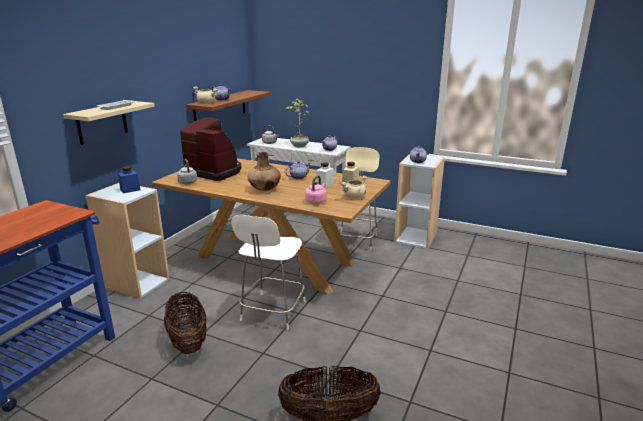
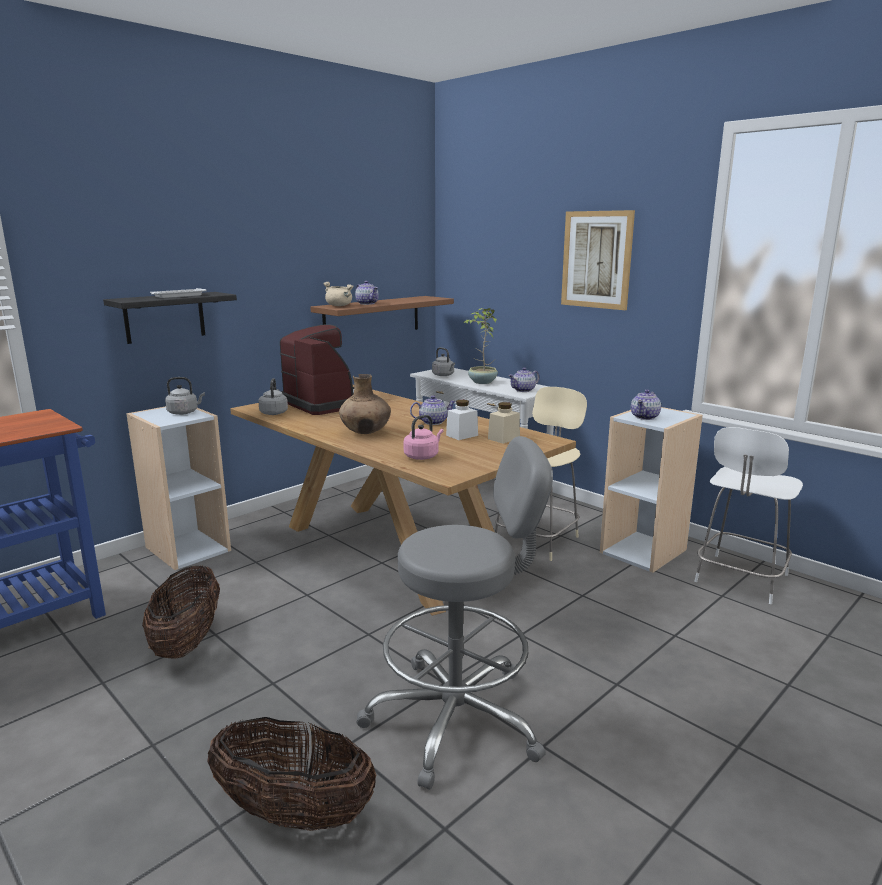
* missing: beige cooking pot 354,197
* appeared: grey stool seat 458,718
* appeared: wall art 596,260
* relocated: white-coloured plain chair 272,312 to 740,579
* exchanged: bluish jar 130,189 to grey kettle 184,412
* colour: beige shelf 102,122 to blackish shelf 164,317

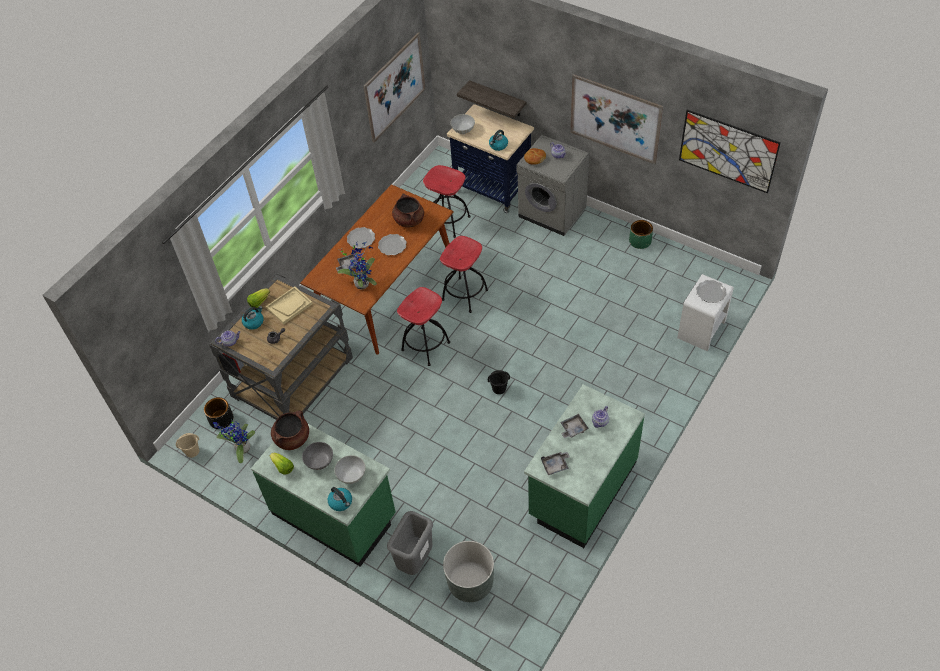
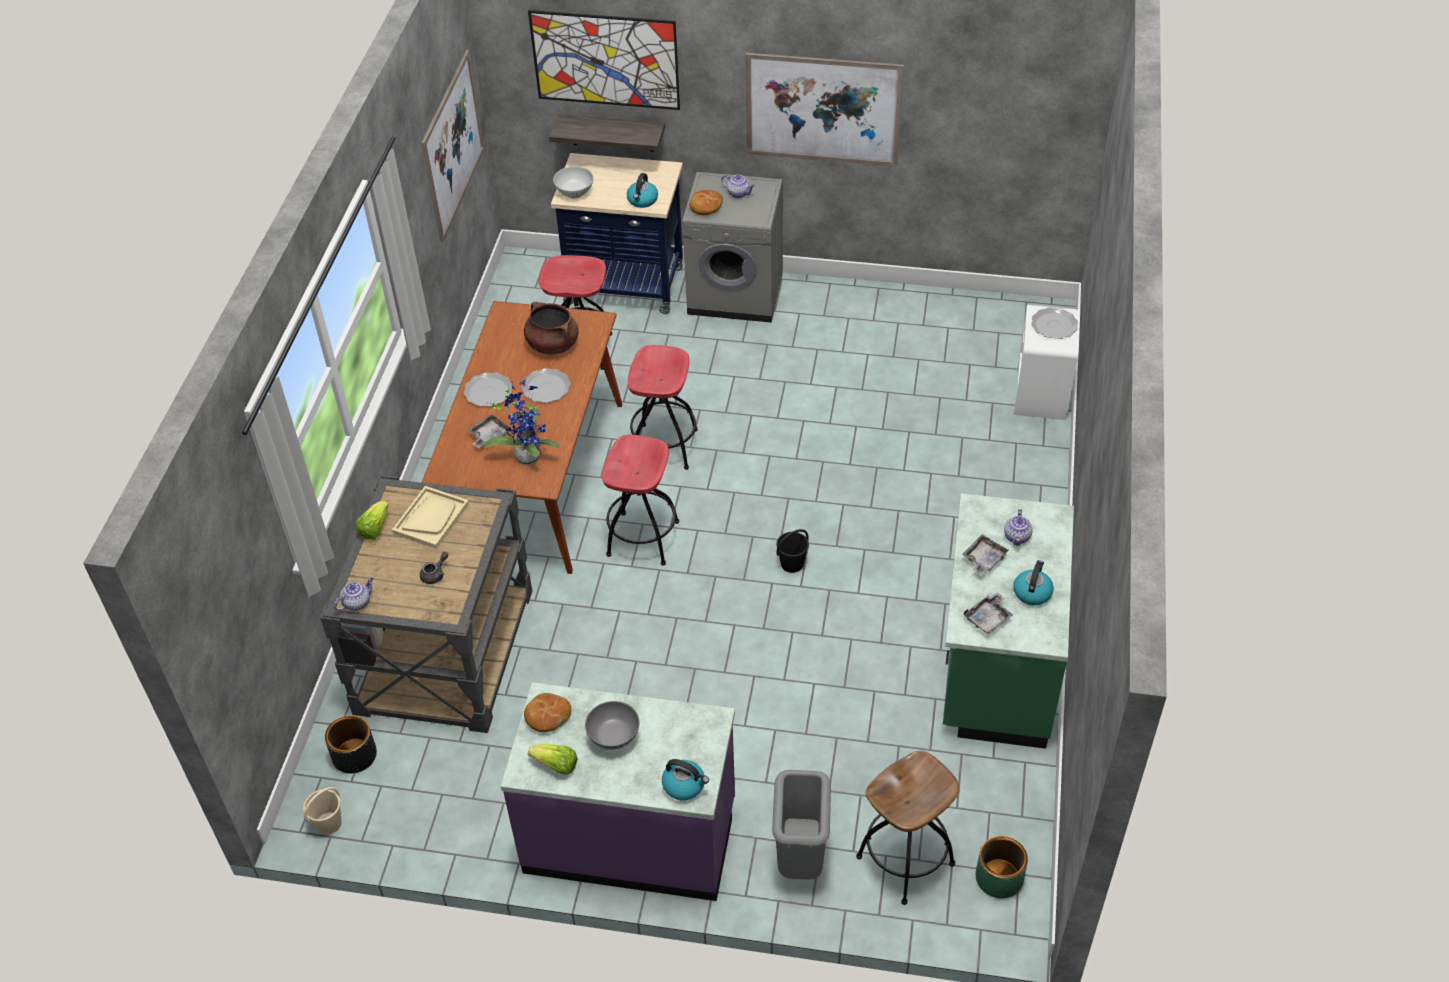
* missing: houseplant 241,449
* missing: white-coloured serving bowl 351,475
* relocated: kettle 254,322 to 1032,592
* relocated: green-coloured flower pot 640,241 to 999,878
* relocated: wall art 727,151 to 605,60
* exchanged: brownish cooking pot 292,438 to bakery bread 547,716
* exchanged: grey flower pot 470,583 to brownish stool seat 905,860
* colour: green-coloured kitchen counter 334,514 to purplish kitchen counter 630,836

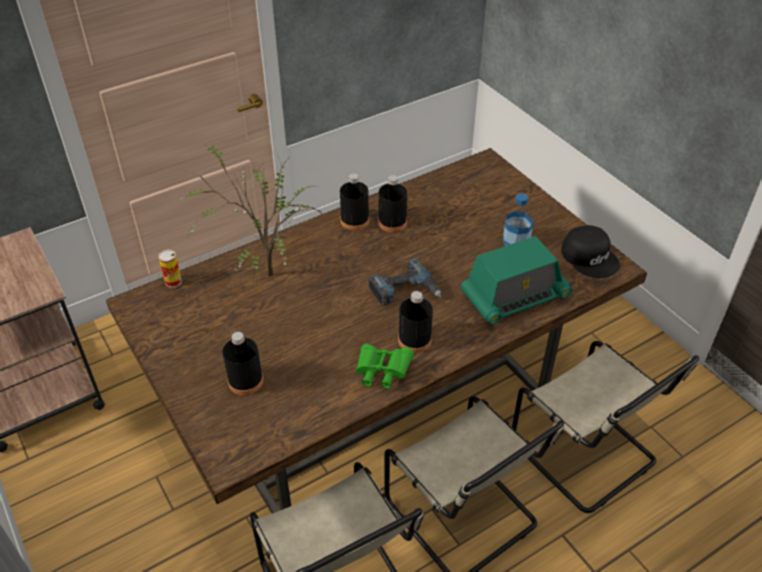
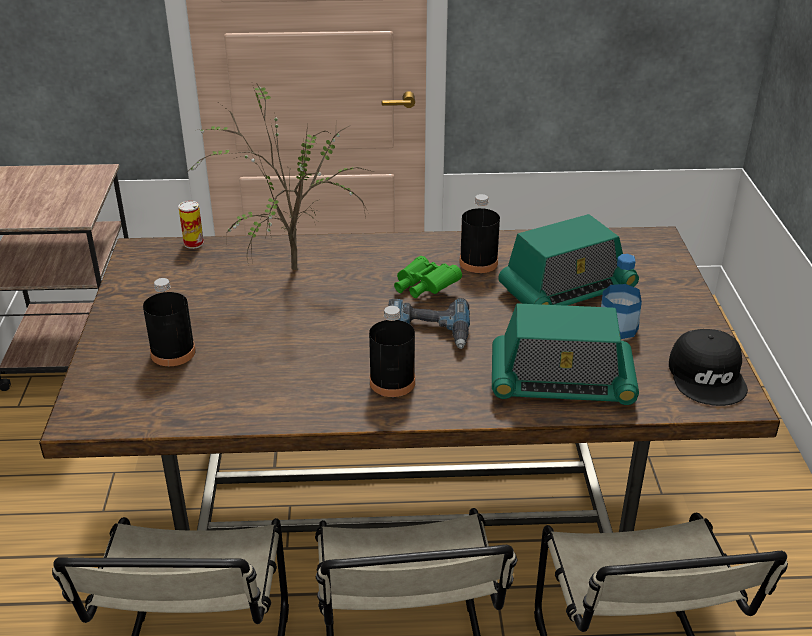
* missing: blackish bottle 354,221
* appeared: radio 566,290
* relocated: green-coloured binoculars 382,372 to 424,288

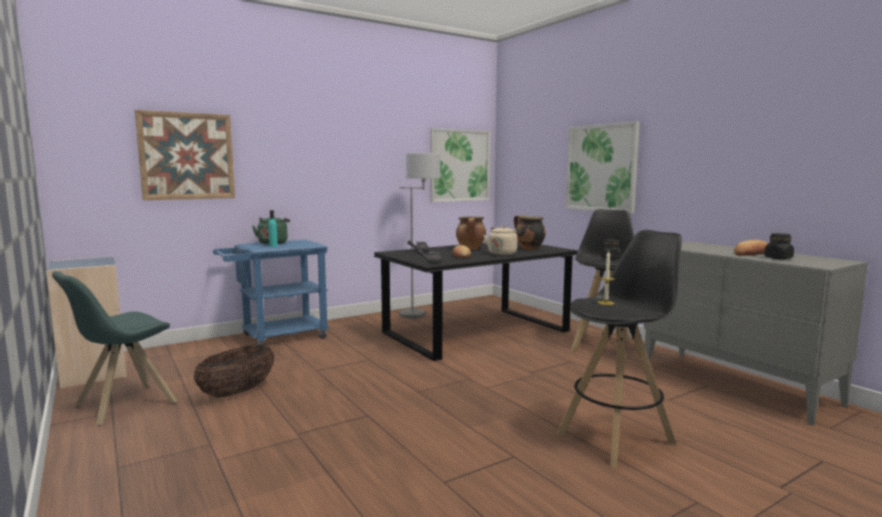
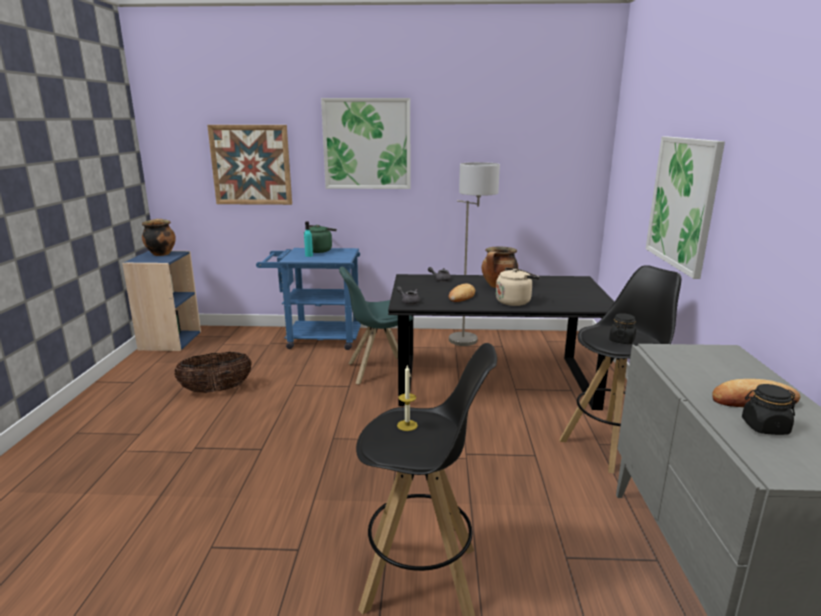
* relocated: blue-green plain chair 124,404 to 378,370
* relocated: wall art 459,165 to 367,144
* relocated: cooking pot 528,249 to 161,254

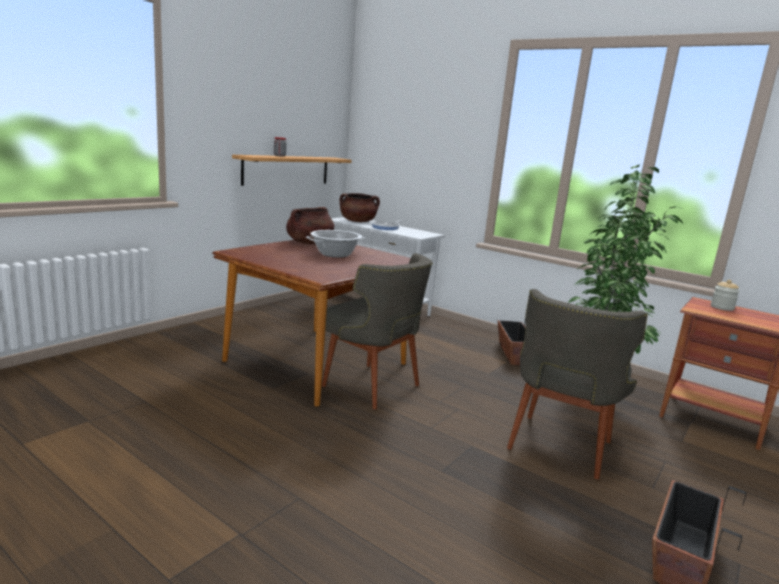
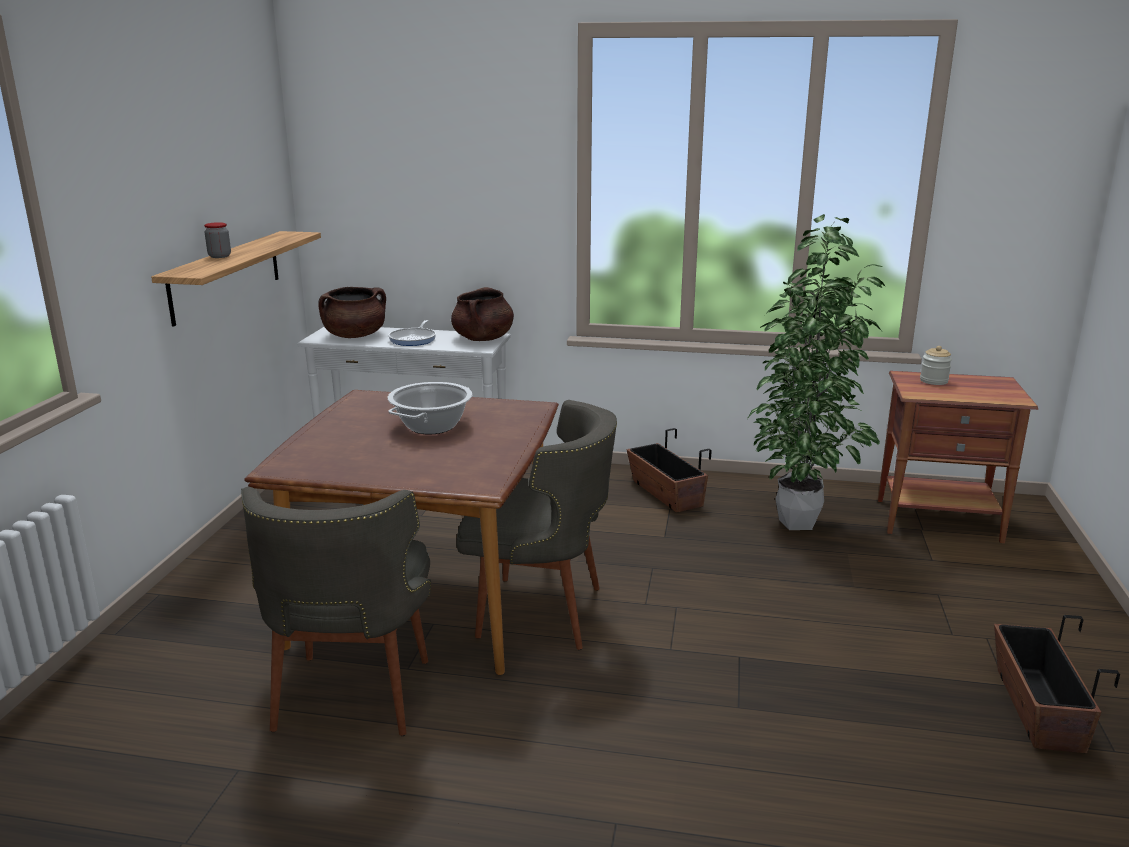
* relocated: brownish cooking pot 309,243 to 483,339
* relocated: grey plain chair 560,446 to 354,694

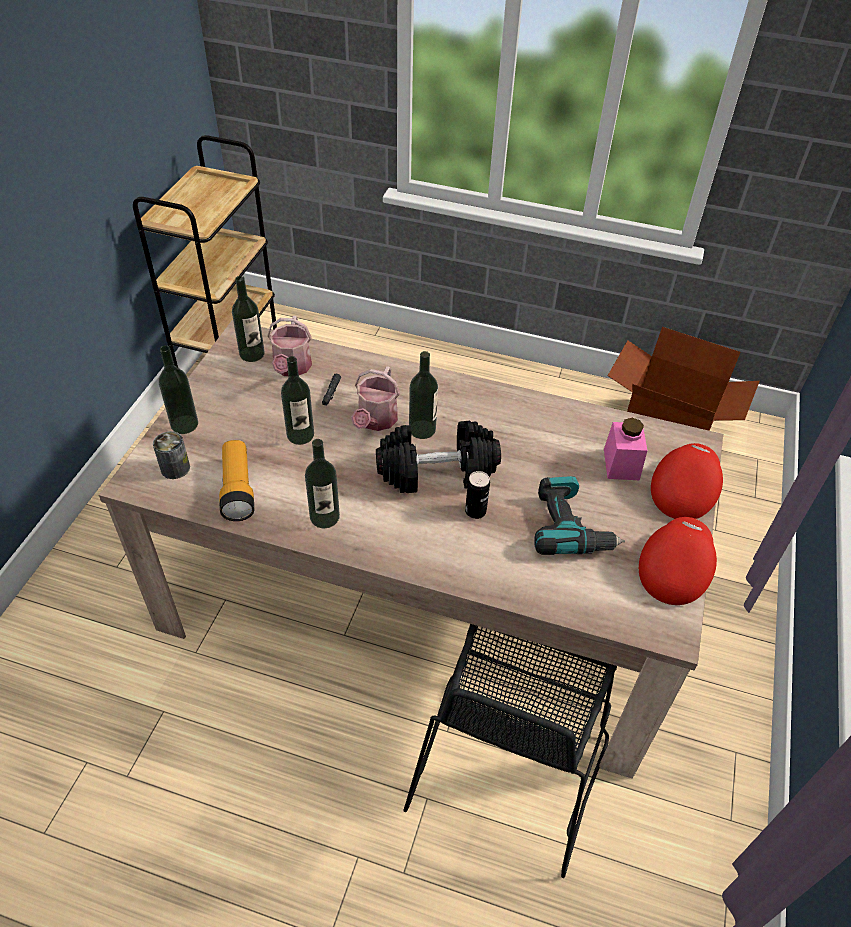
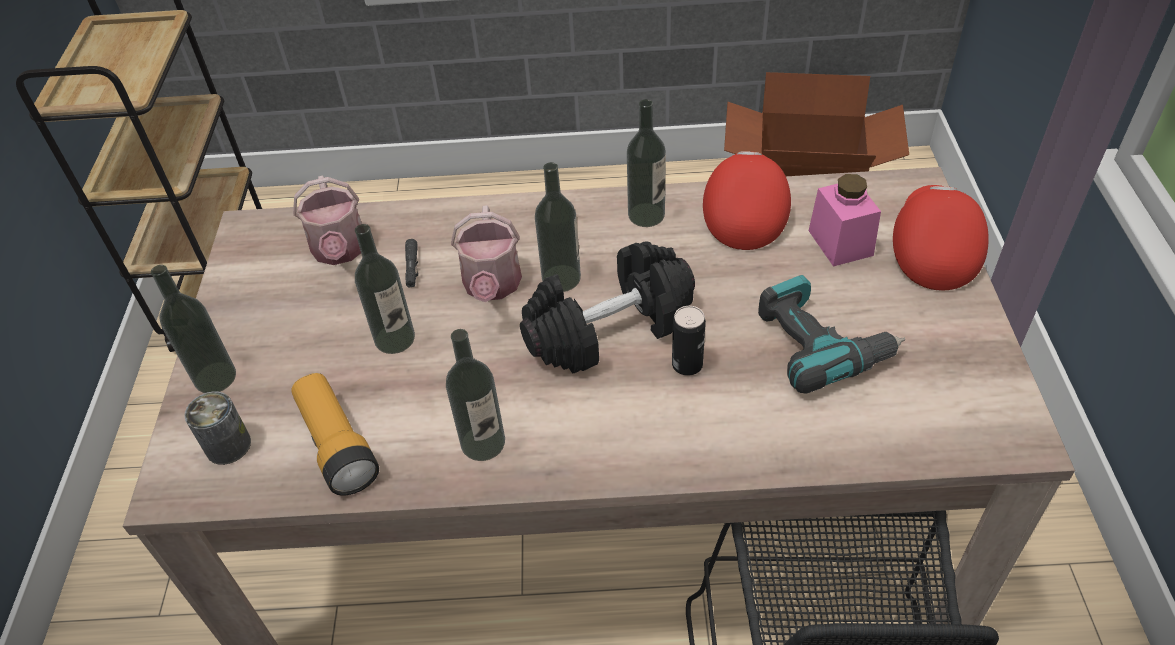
* relocated: bottle 252,354 to 646,215
* relocated: reddish peaked cap 673,568 to 743,213

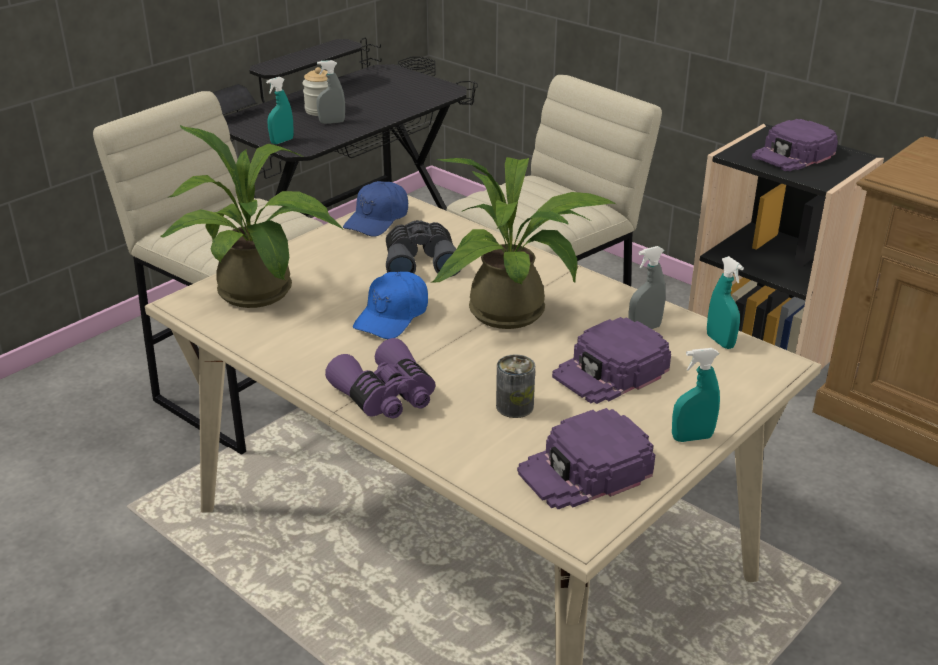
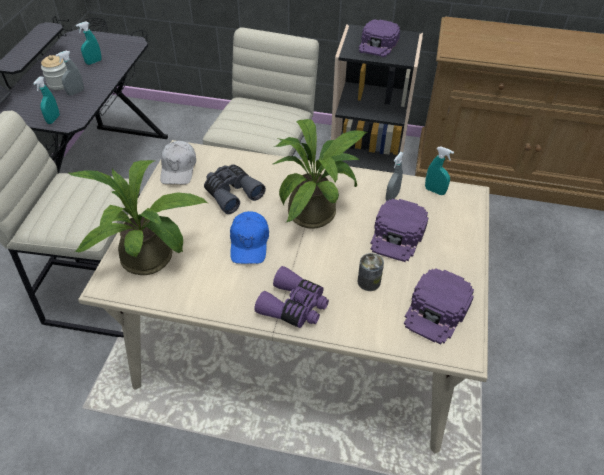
* relocated: blue-green hand sprayer 692,438 to 94,62
* colour: bluish peaked cap 378,220 to white-coloured peaked cap 179,169

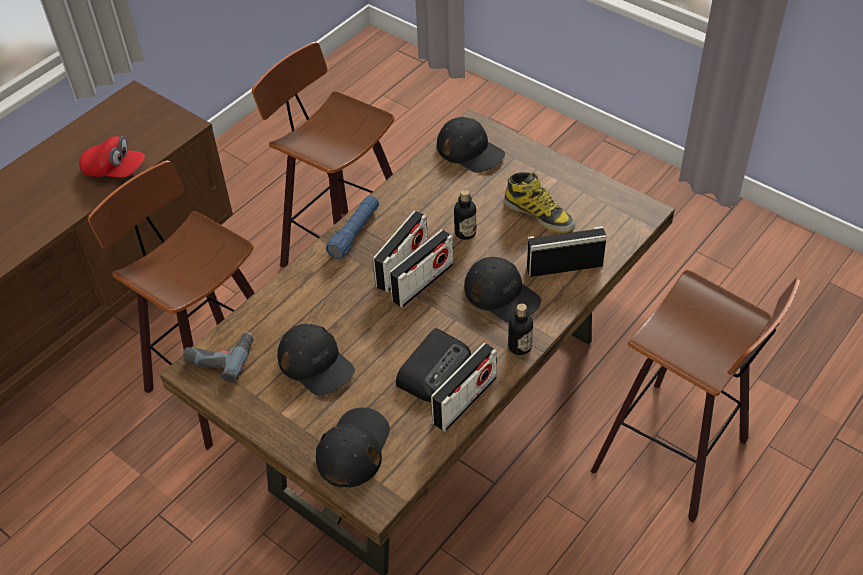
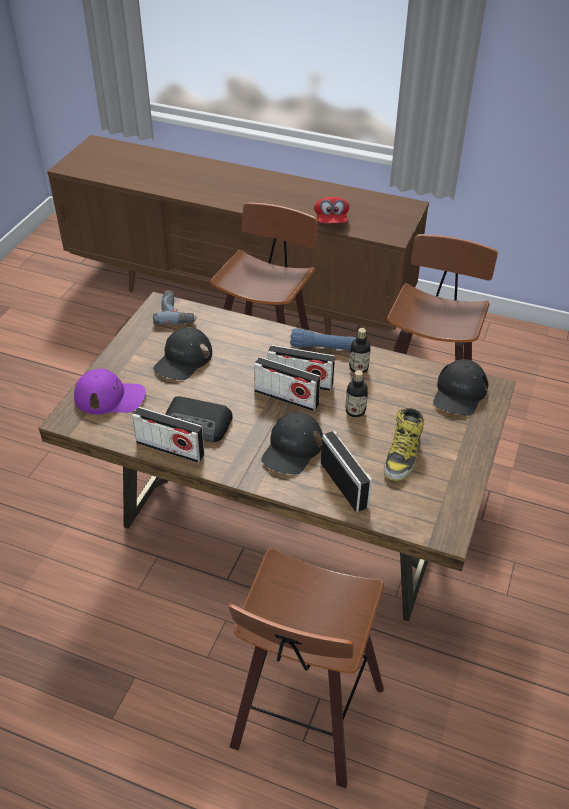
* relocated: bottle 519,346 to 358,368
* colour: blackish peaked cap 353,448 to purplish peaked cap 110,397

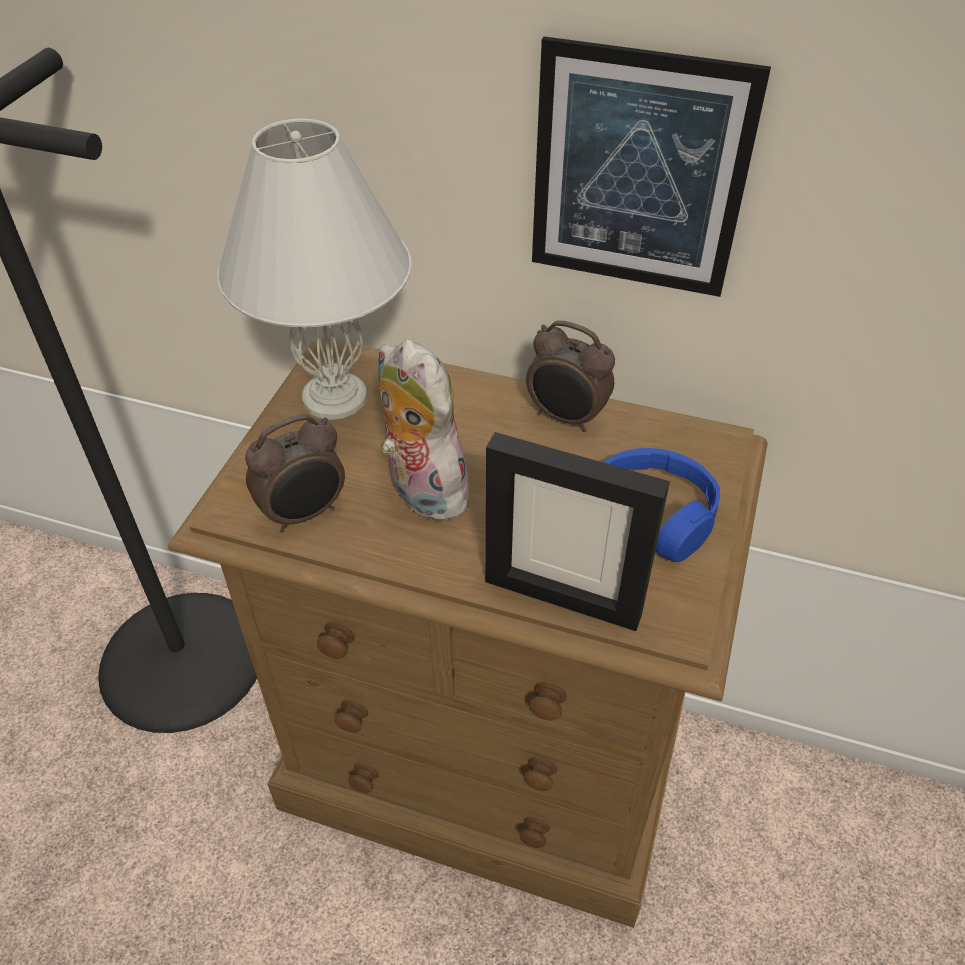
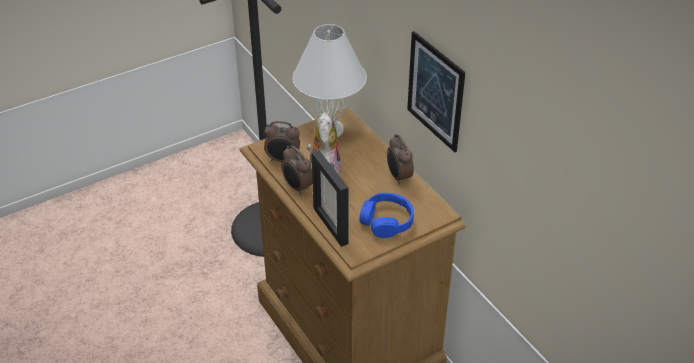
* appeared: table clock 297,188

